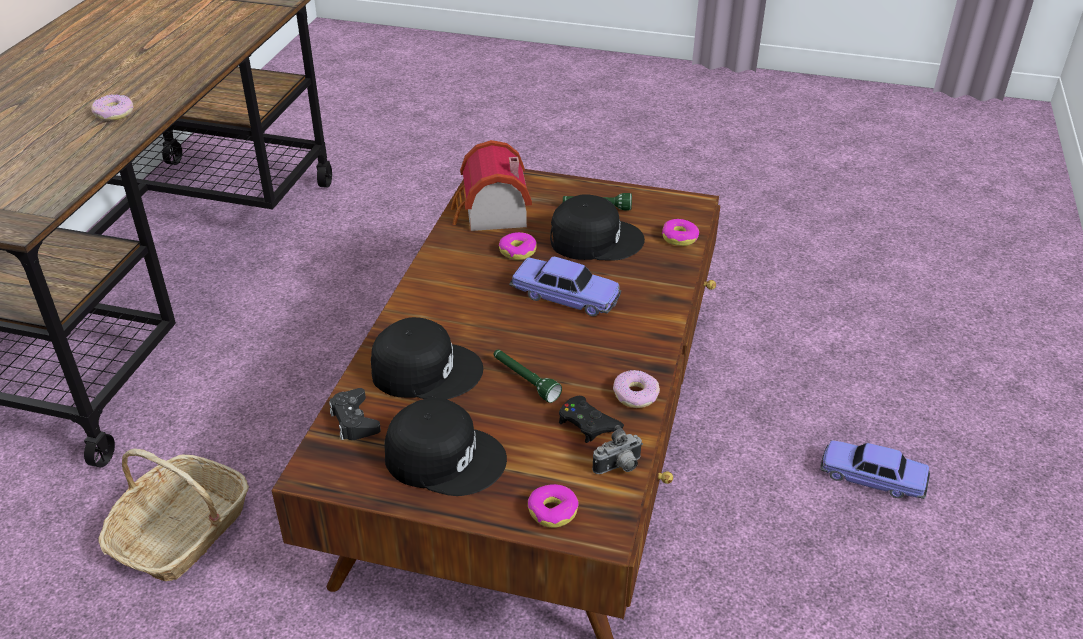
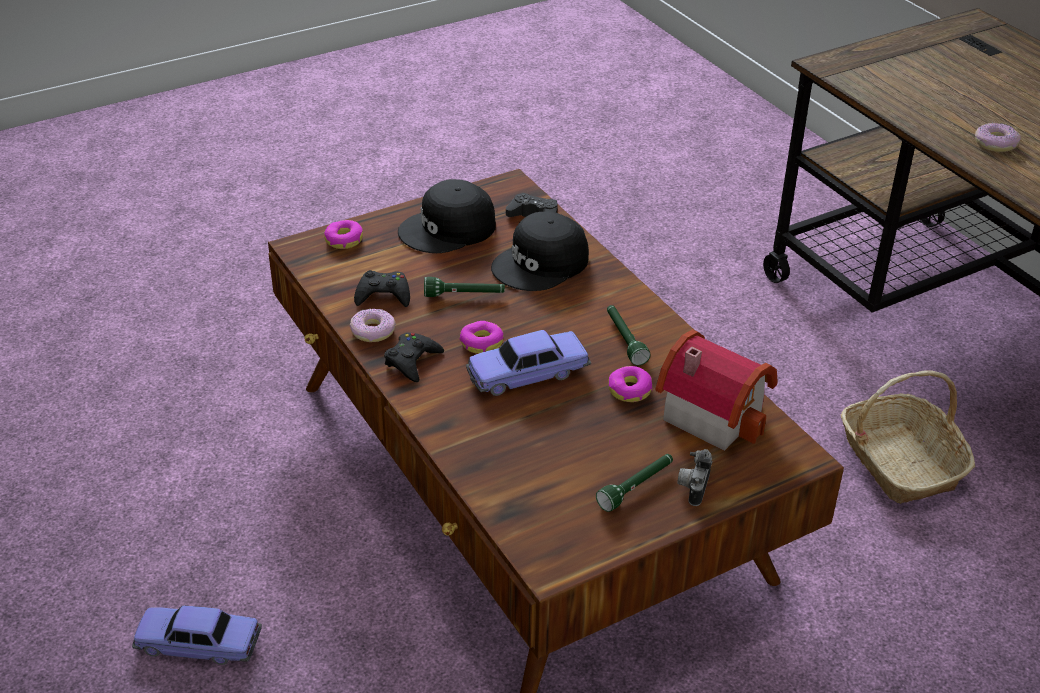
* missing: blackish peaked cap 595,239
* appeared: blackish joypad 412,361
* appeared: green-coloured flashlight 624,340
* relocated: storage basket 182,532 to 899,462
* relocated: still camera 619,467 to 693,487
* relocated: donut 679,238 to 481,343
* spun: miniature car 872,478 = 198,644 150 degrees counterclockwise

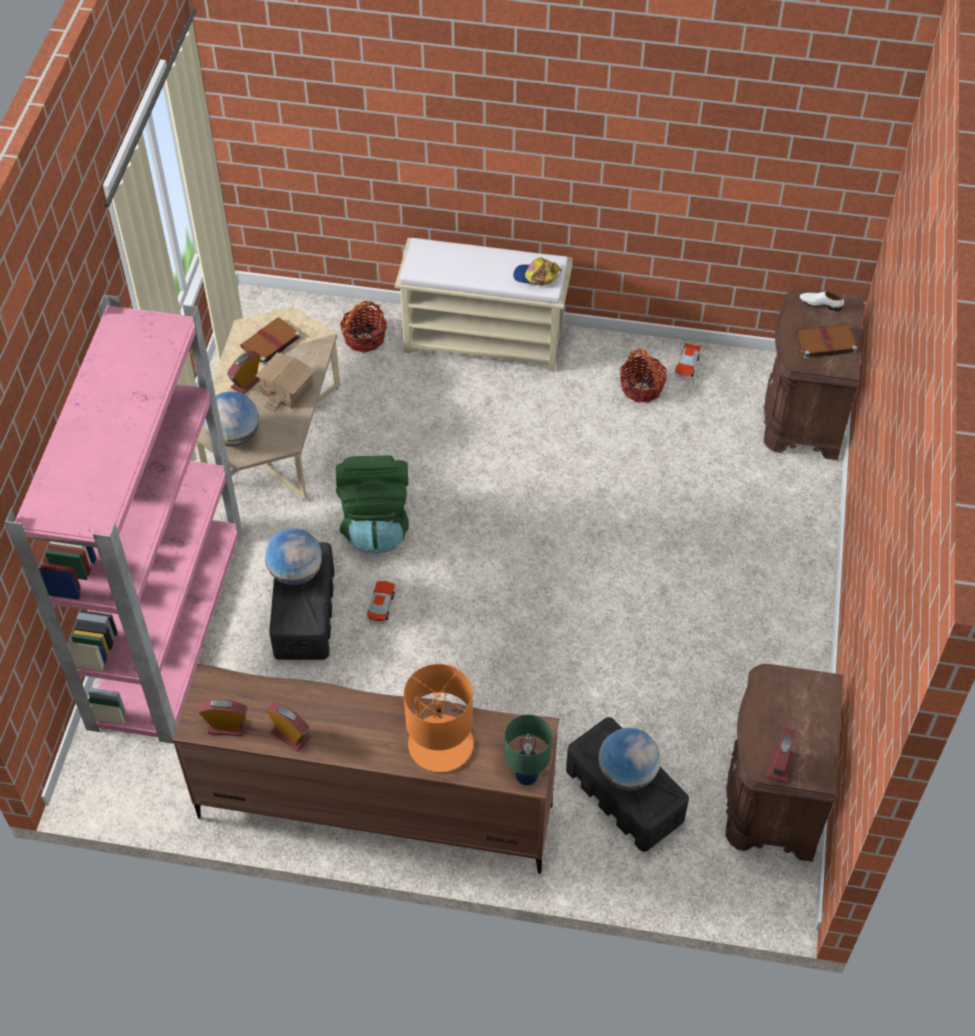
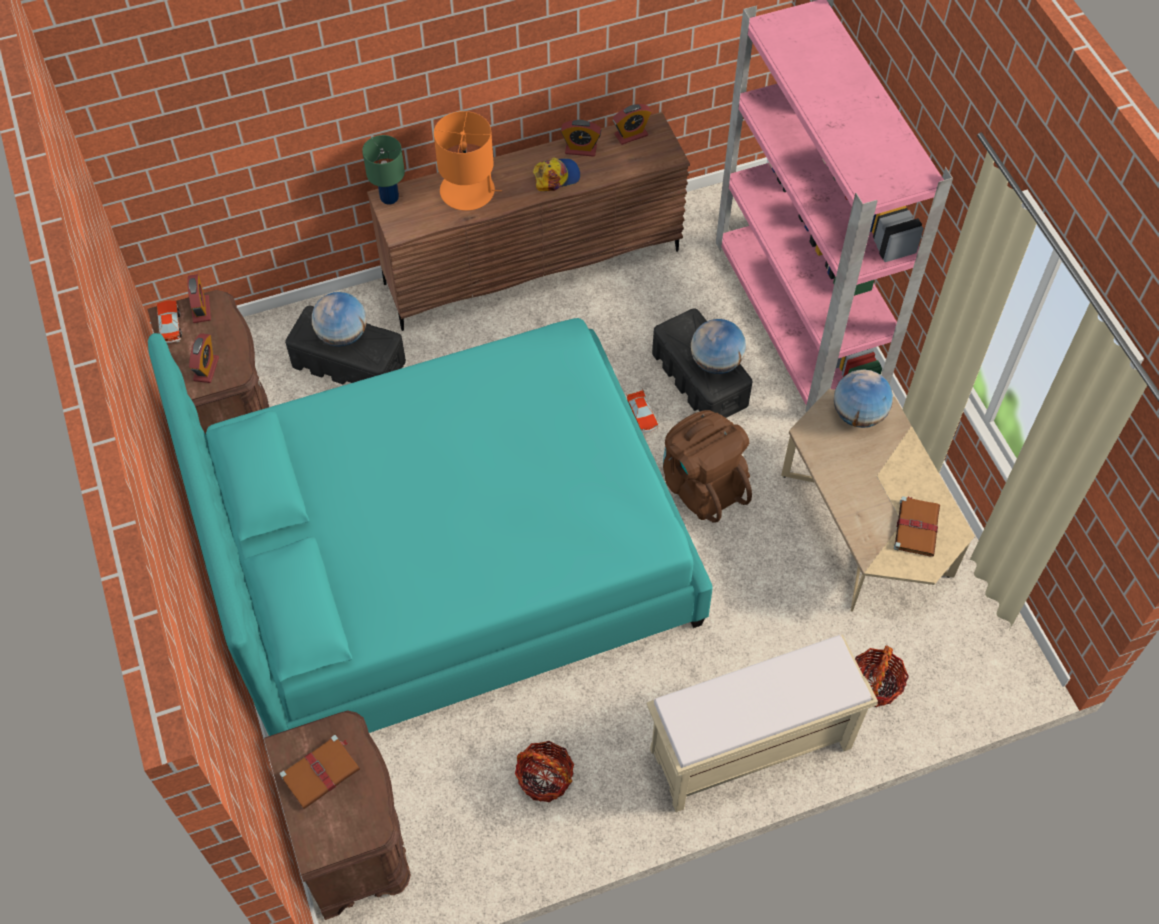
* missing: miniature house 288,390
* missing: white-coloured shoe 820,304
* appeared: blue-green sleeping bed 450,558
* relocated: table clock 247,383 to 206,369
* relocated: peaked cap 536,276 to 556,176
* relocated: miniature car 687,366 to 170,326
* colour: green-coloured knapsack 376,525 to brownish knapsack 701,485

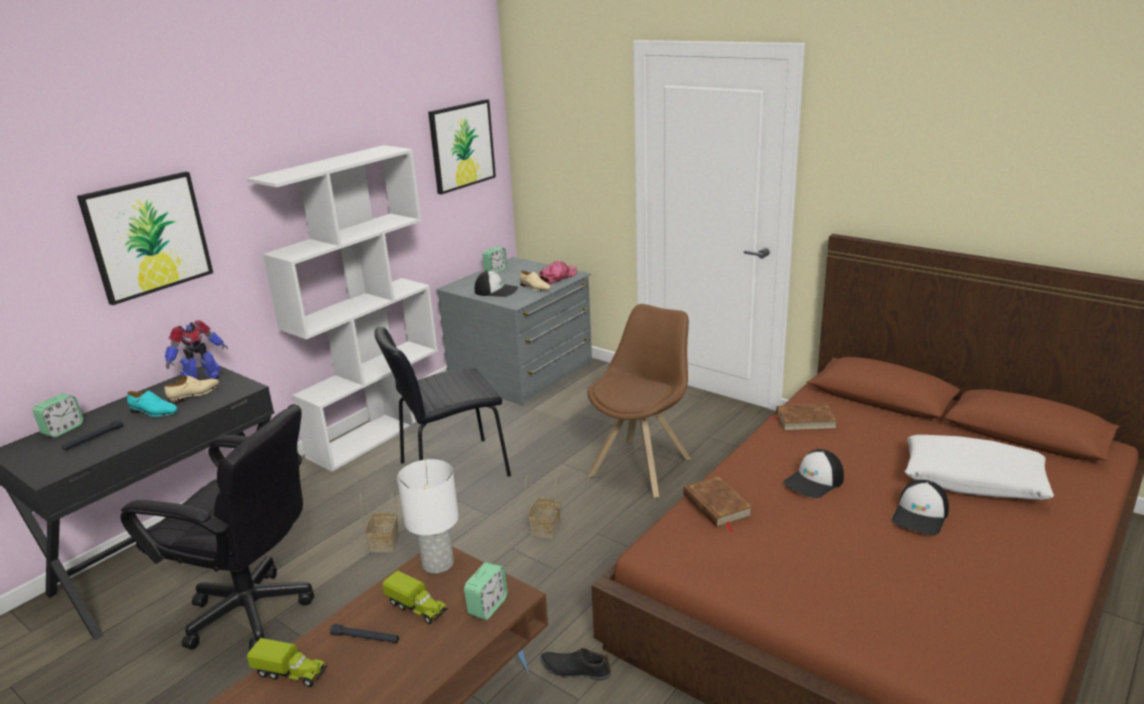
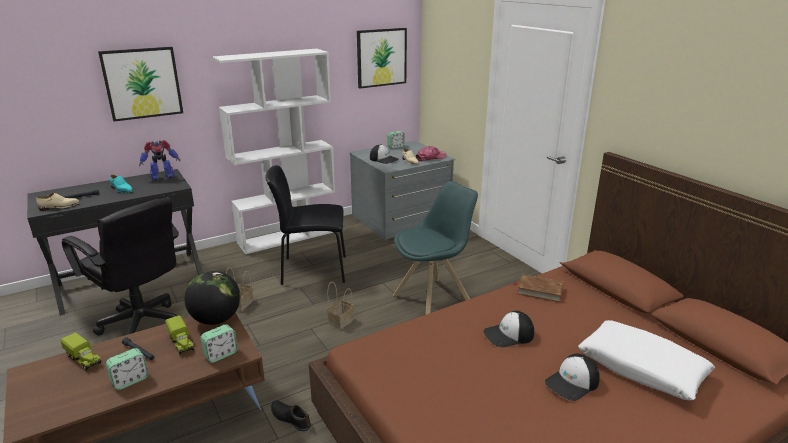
* missing: brownish bound book 717,506
* relocated: table clock 63,429 to 130,380
* relocated: beige shoe 195,394 to 59,207
* exchanged: white-coloured table lamp 437,564 to desk globe 216,319
* colour: brownish plain chair 641,467 to blue-green plain chair 432,299

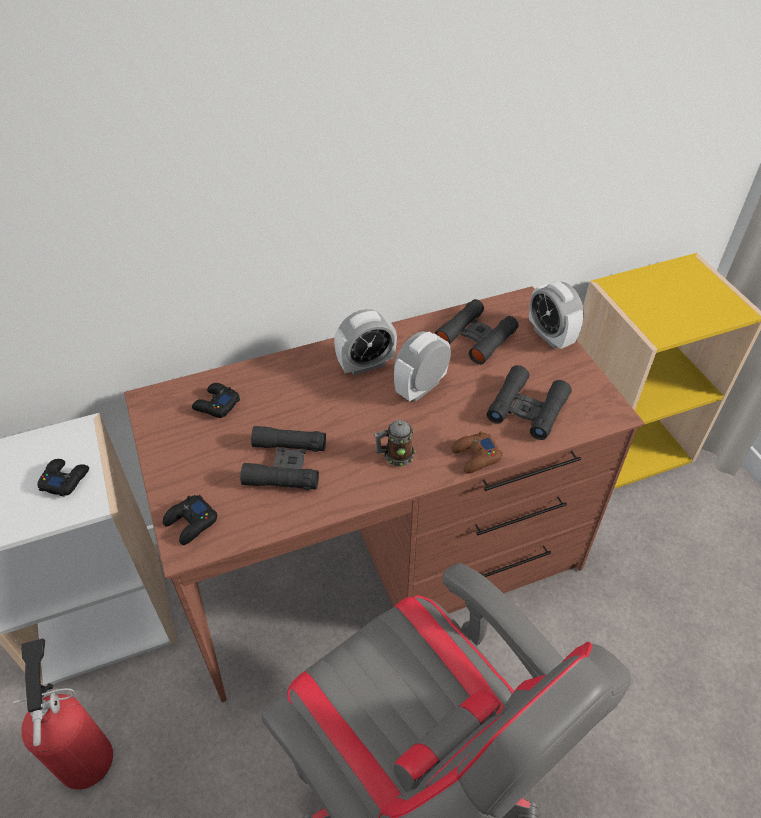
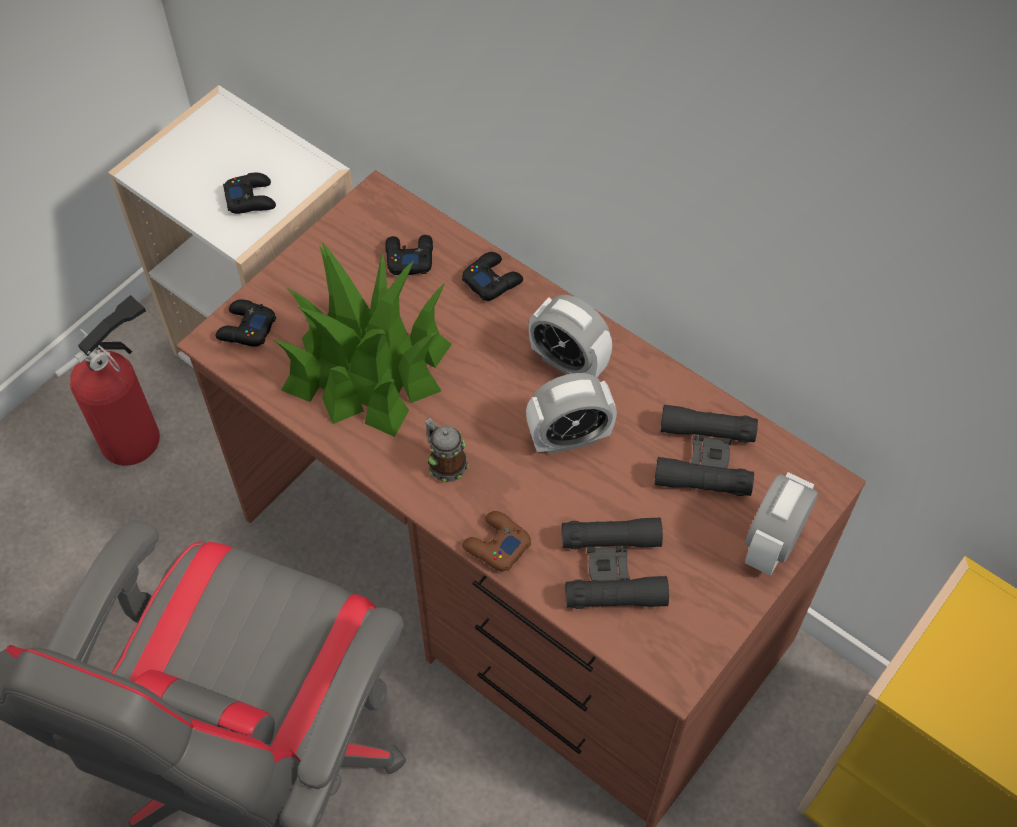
* appeared: blackish joypad 492,280
* exchanged: blackish binoculars 285,464 to houseplant 367,366
* spun: table clock 421,388 = 569,438 150 degrees clockwise

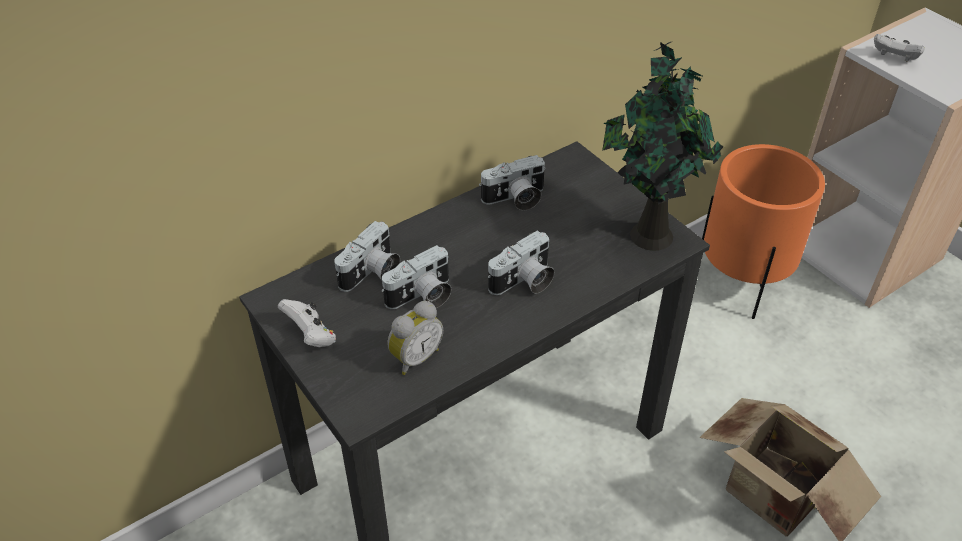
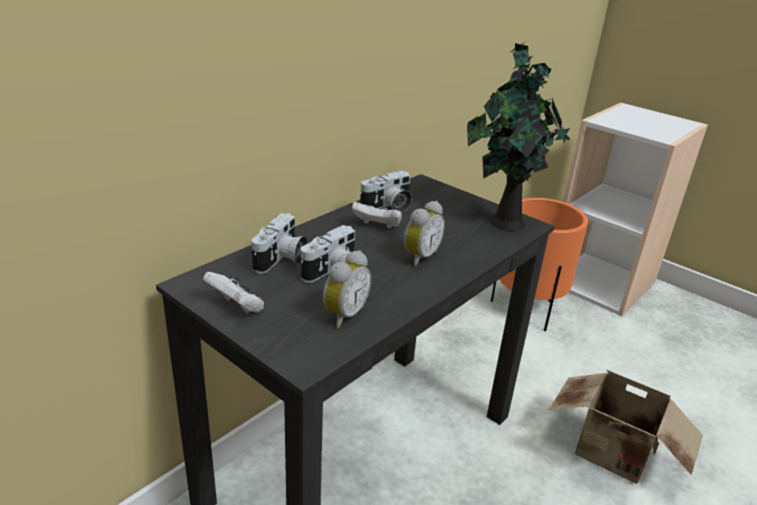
* relocated: white-coloured joypad 894,58 to 377,226
* exchanged: still camera 524,282 to table clock 419,257

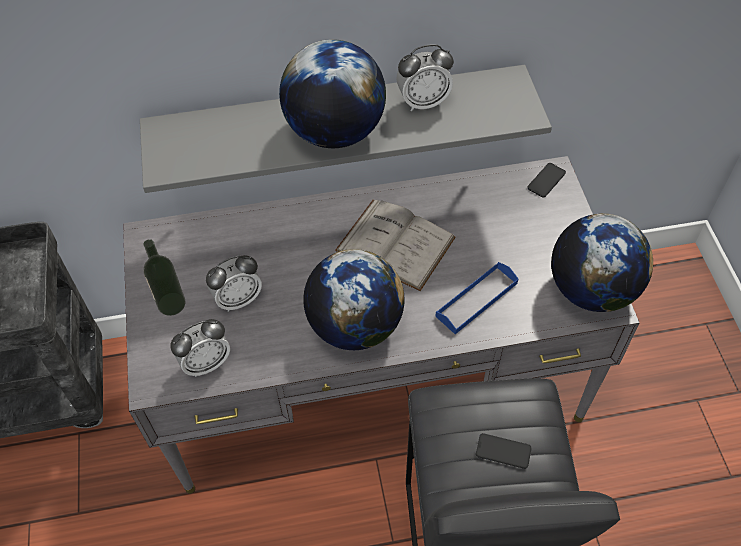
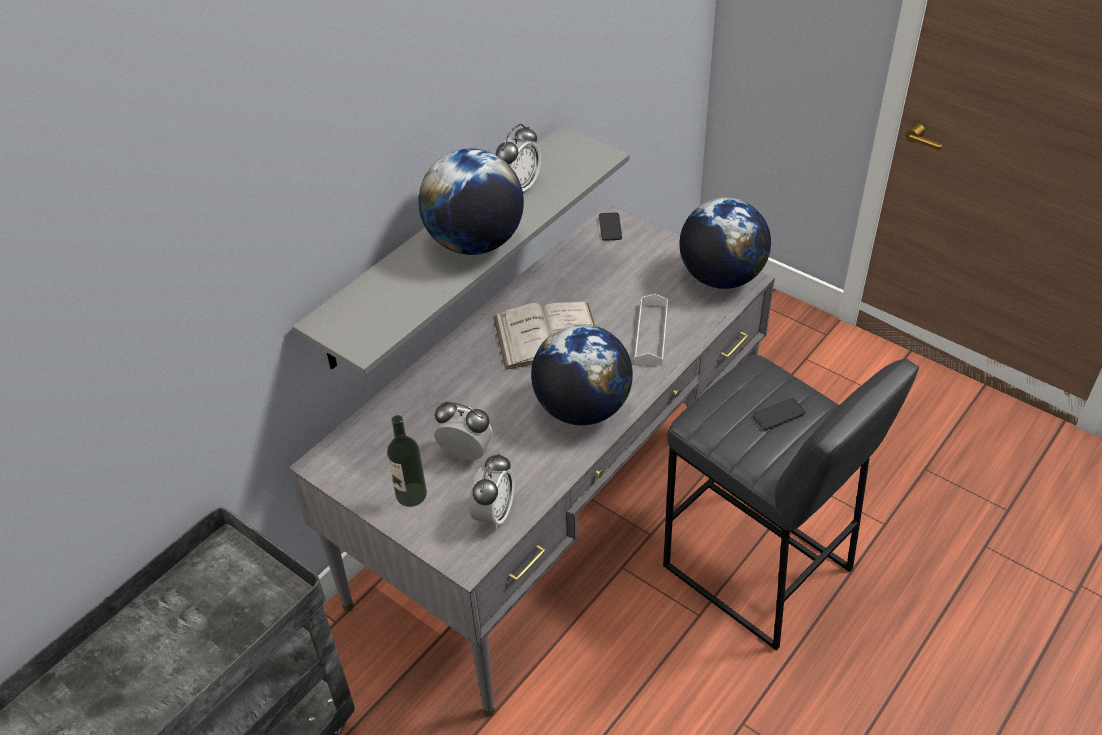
* colour: bluish carrying tray 476,299 to white-coloured carrying tray 651,333
* spun: table clock 238,299 = 465,453 90 degrees counterclockwise

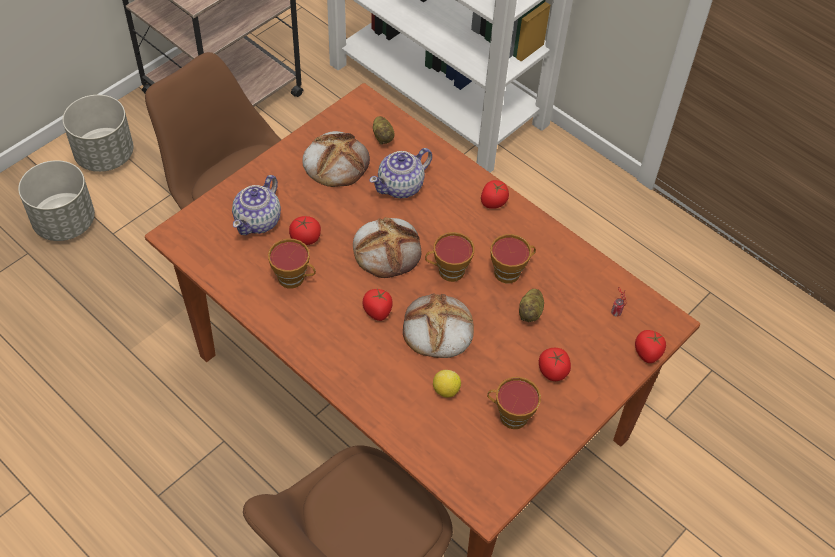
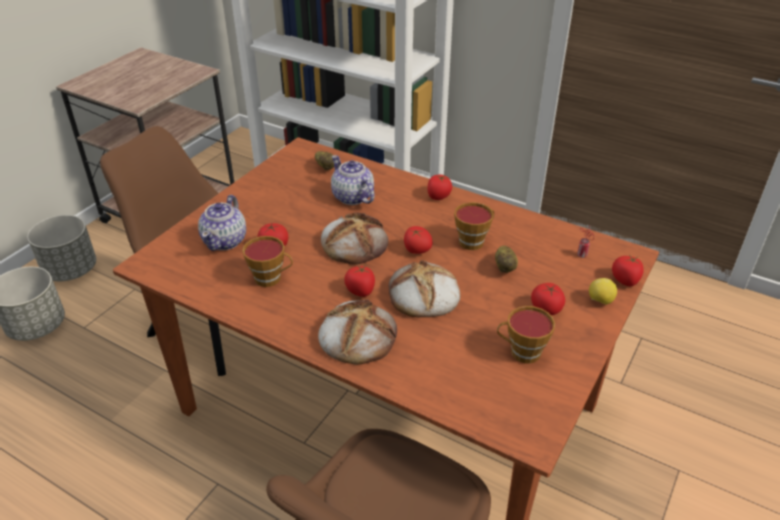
* relocated: bakery bread 336,162 to 357,336
* relocated: whole lemon 445,390 to 600,301
* exchanged: cup 448,271 to fresh tomato 417,250
* spun: tea pot 401,186 = 352,197 105 degrees clockwise

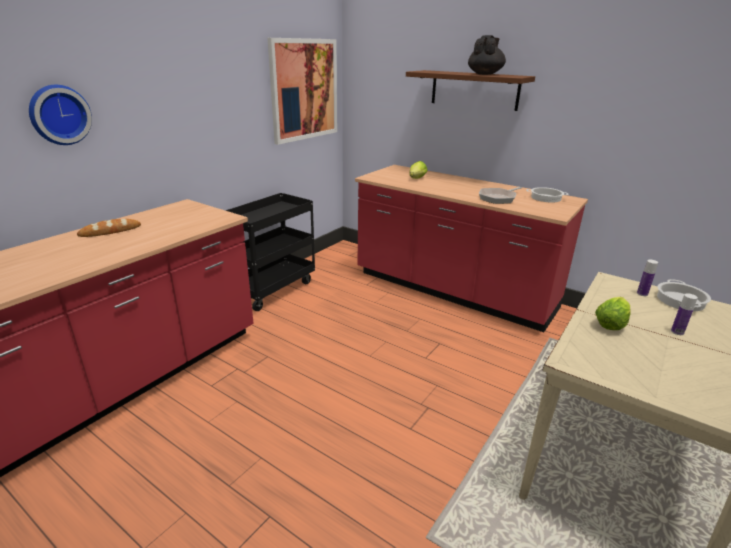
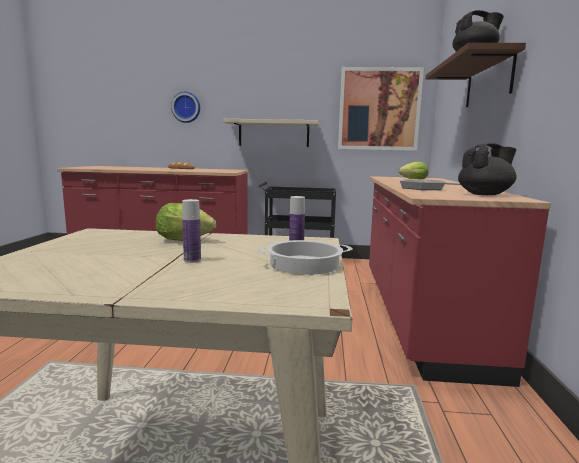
* appeared: beige shelf 273,134
* exchanged: cooking pot 546,198 to blackish tea pot 485,194

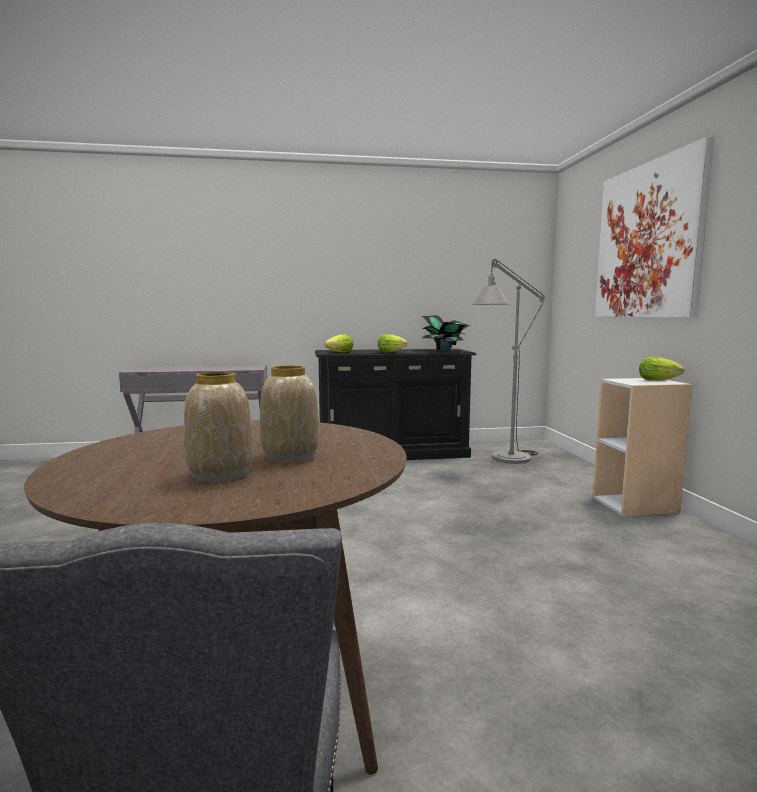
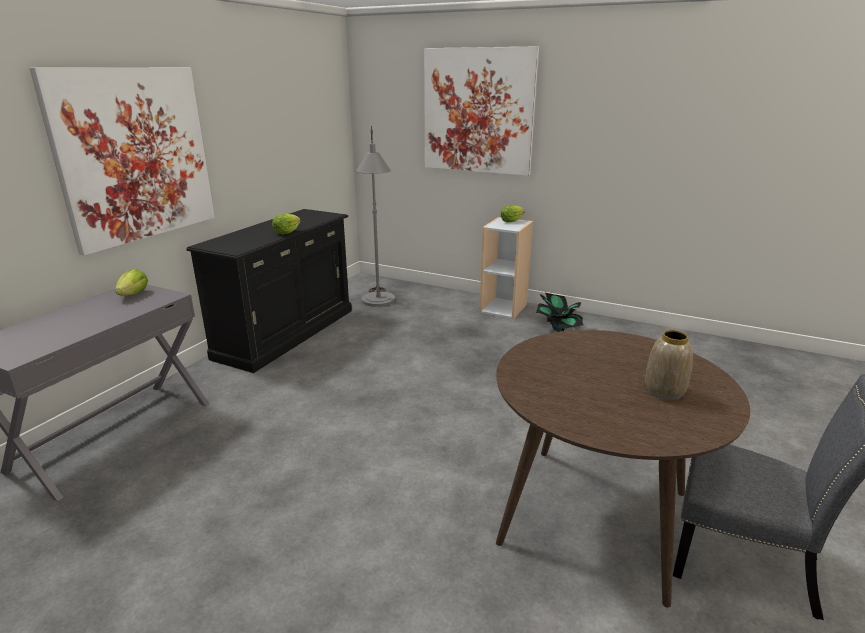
* missing: vase 289,457
* appeared: wall art 135,155
* relocated: head of lettuce 340,352 to 134,294
* relocated: houseplant 444,350 to 558,329

